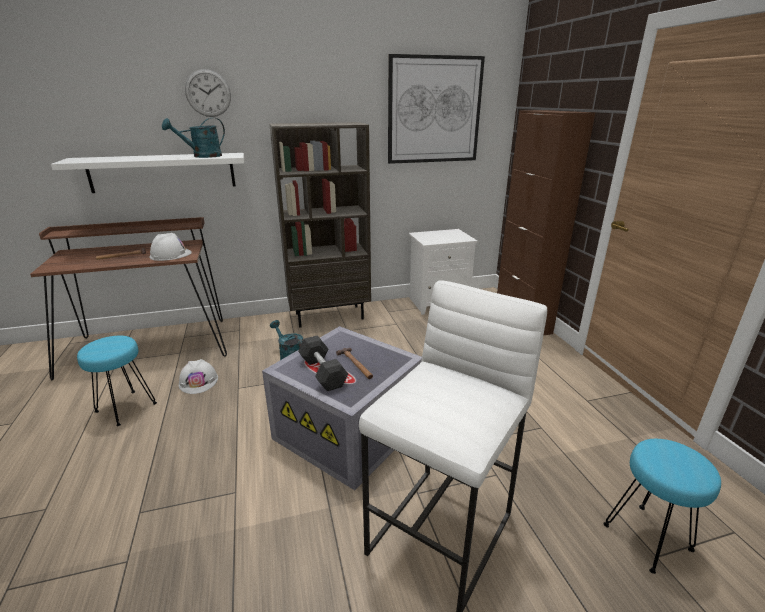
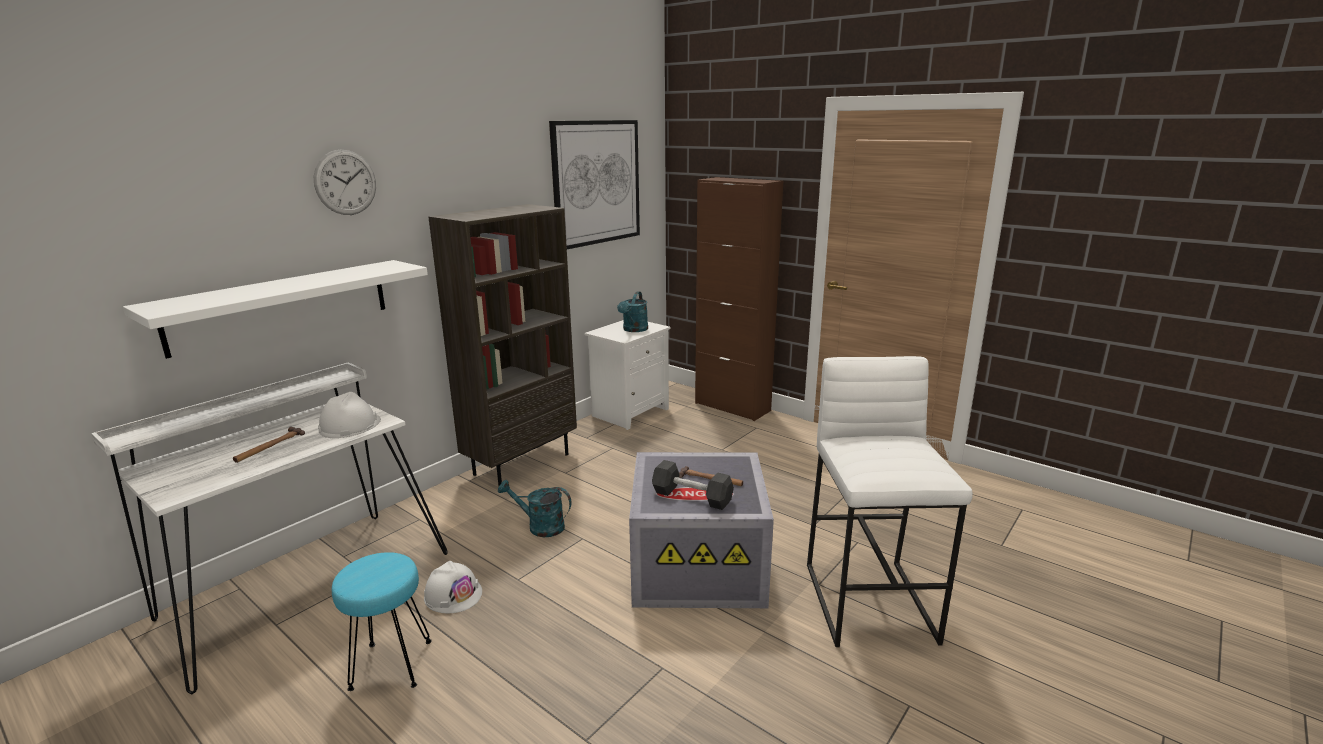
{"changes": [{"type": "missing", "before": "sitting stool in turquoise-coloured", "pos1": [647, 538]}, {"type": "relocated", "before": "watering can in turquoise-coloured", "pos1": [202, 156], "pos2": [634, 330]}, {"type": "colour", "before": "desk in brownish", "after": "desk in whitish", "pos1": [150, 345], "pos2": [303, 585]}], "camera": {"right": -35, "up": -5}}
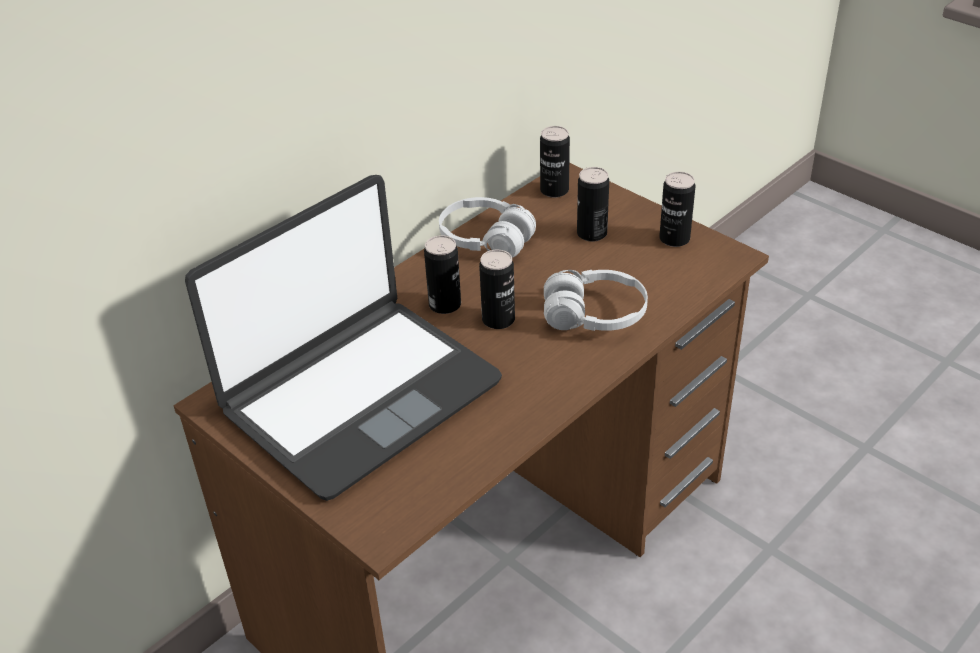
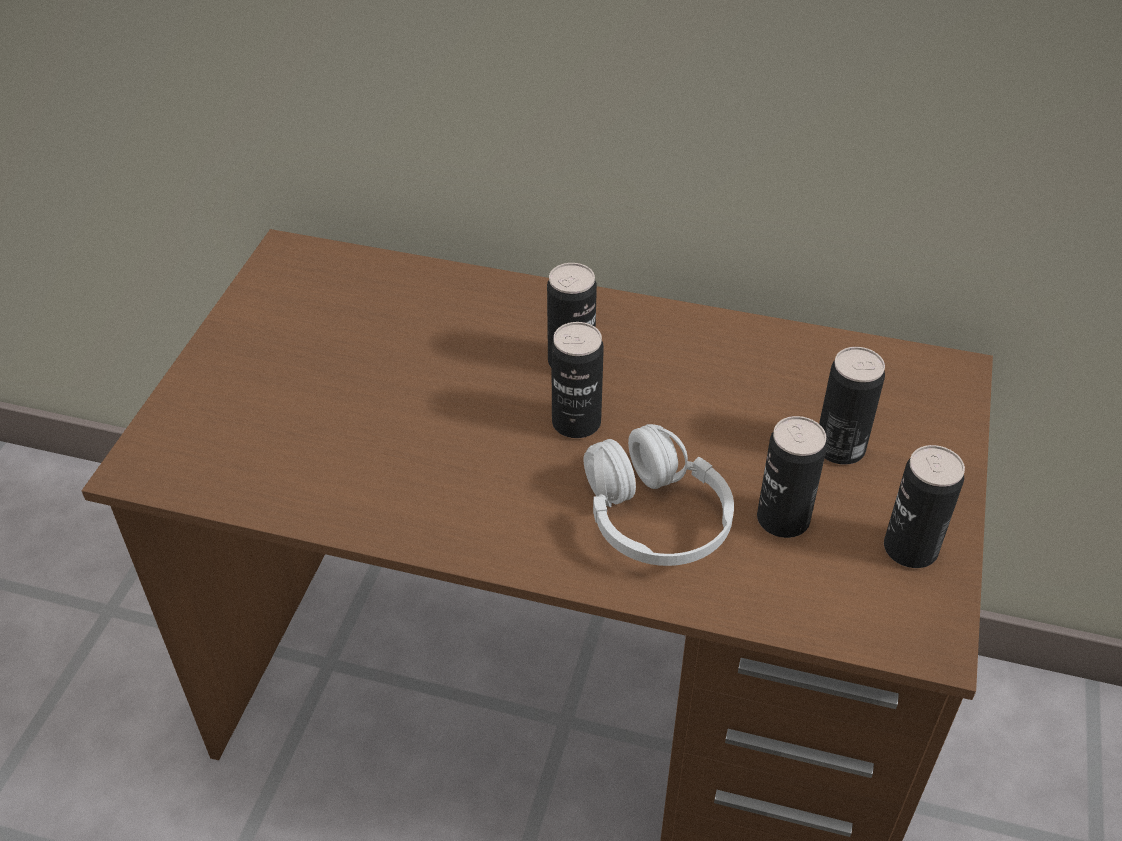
{"changes": [{"type": "missing", "before": "laptop", "pos1": [359, 396]}, {"type": "missing", "before": "headset in whitish", "pos1": [486, 240]}, {"type": "relocated", "before": "can", "pos1": [554, 190], "pos2": [783, 519]}], "camera": {"right": 60, "up": 5}}
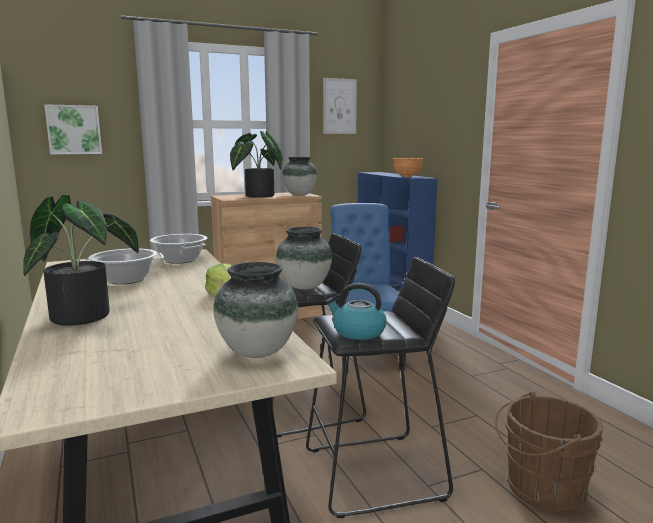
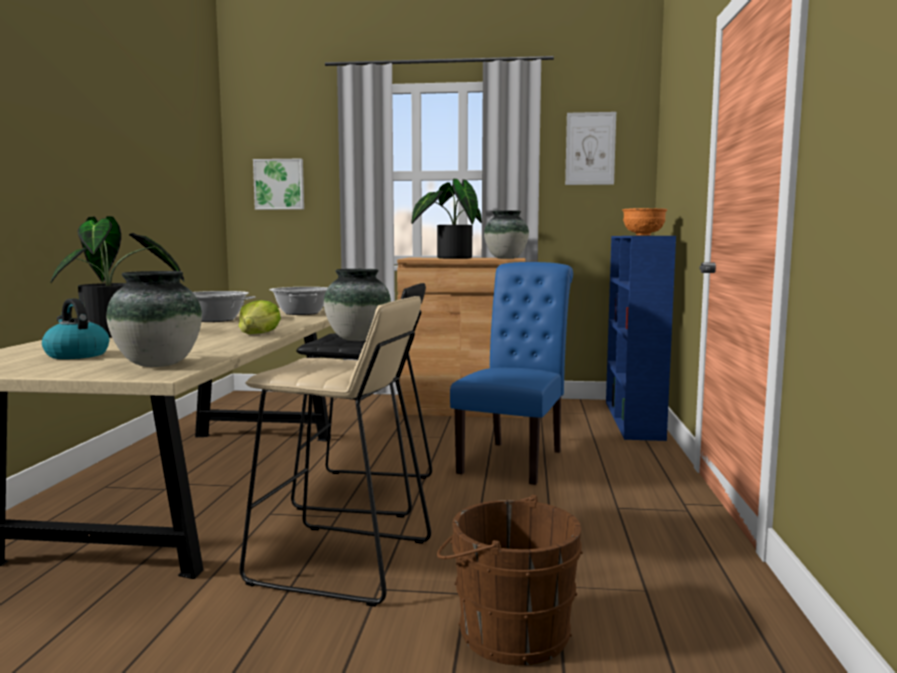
{"changes": [{"type": "relocated", "before": "tea kettle", "pos1": [358, 332], "pos2": [76, 355]}, {"type": "colour", "before": "sitting stool in blackish", "after": "sitting stool in beige-coloured", "pos1": [376, 473], "pos2": [342, 563]}], "camera": {"right": 30, "up": -5}}
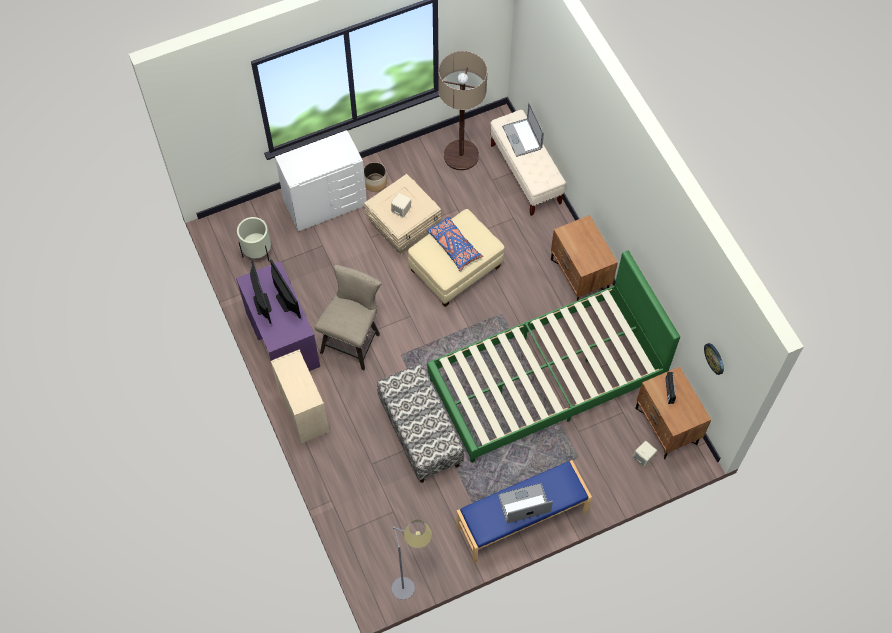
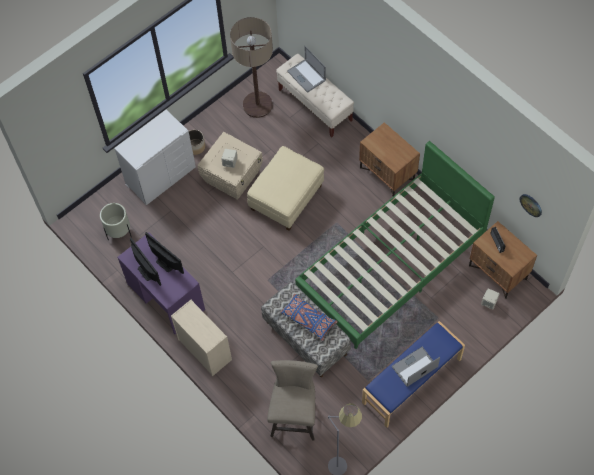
{"changes": [{"type": "relocated", "before": "sitting stool in beige-coloured", "pos1": [353, 340], "pos2": [294, 416]}, {"type": "relocated", "before": "cushion in bluish", "pos1": [454, 246], "pos2": [308, 319]}], "camera": {"right": -15, "up": 0}}
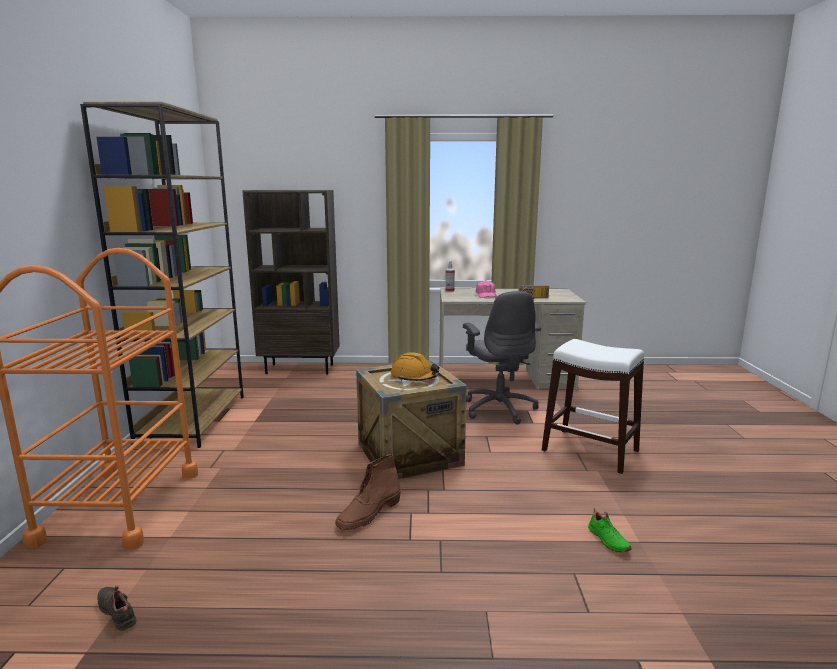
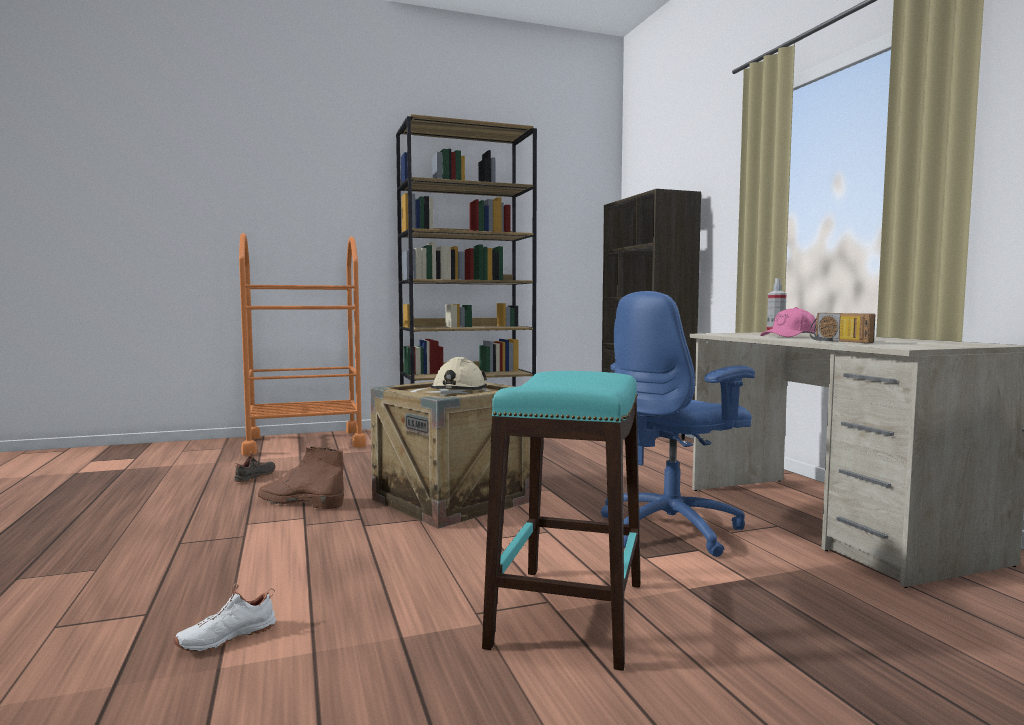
{"changes": [{"type": "relocated", "before": "item of footwear in blackish", "pos1": [118, 612], "pos2": [256, 477]}, {"type": "colour", "before": "safety helmet in orangey", "after": "safety helmet in beige-coloured", "pos1": [414, 377], "pos2": [458, 391]}, {"type": "colour", "before": "computer chair in grey", "after": "computer chair in bluish", "pos1": [499, 408], "pos2": [672, 530]}, {"type": "colour", "before": "sitting stool in whitish", "after": "sitting stool in turquoise-coloured", "pos1": [590, 450], "pos2": [570, 613]}, {"type": "colour", "before": "item of footwear in green", "after": "item of footwear in whitish", "pos1": [607, 540], "pos2": [226, 637]}], "camera": {"right": 70, "up": -10}}
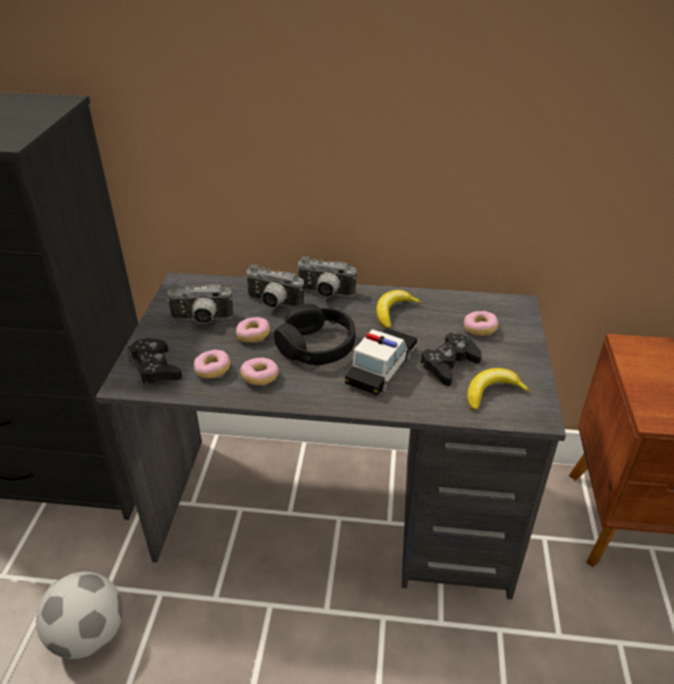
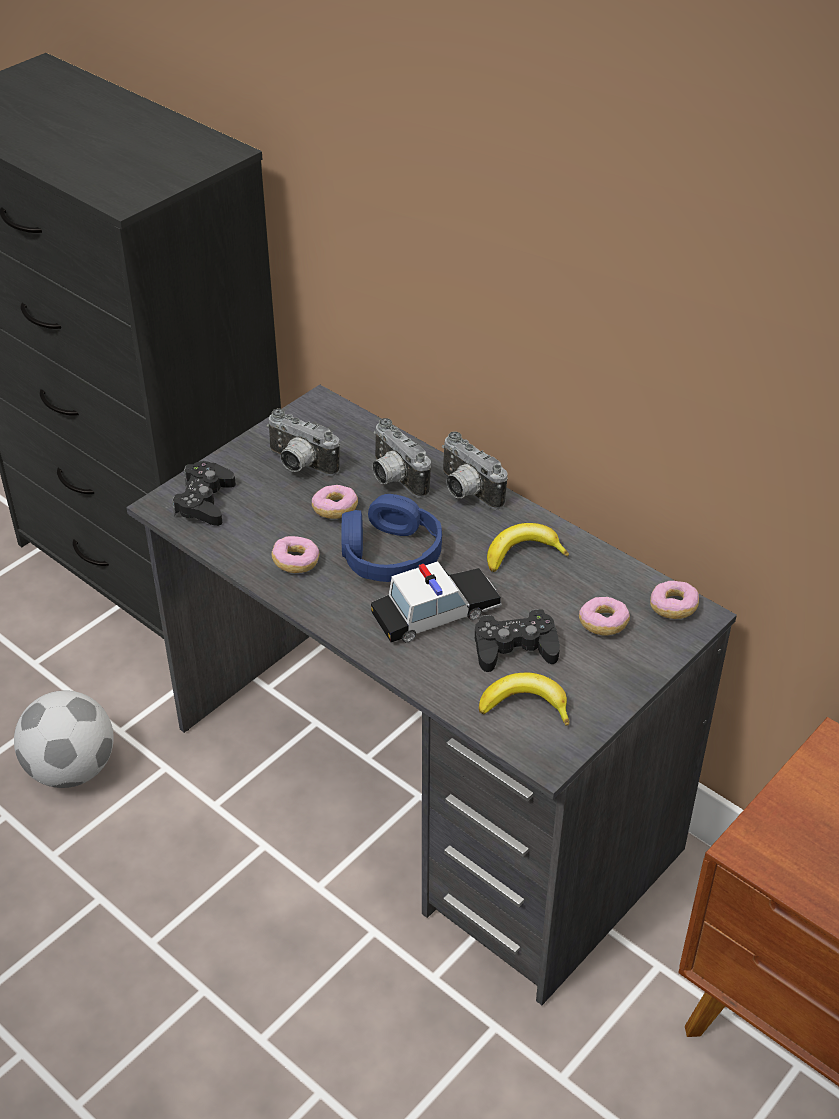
{"changes": [{"type": "relocated", "before": "ring doughnut", "pos1": [213, 370], "pos2": [673, 607]}, {"type": "colour", "before": "headset in blackish", "after": "headset in bluish", "pos1": [316, 346], "pos2": [390, 554]}], "camera": {"right": 35, "up": 5}}
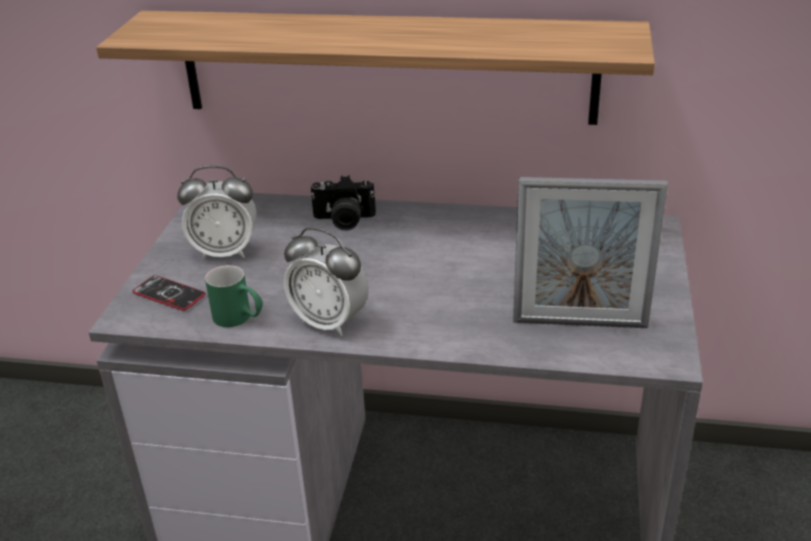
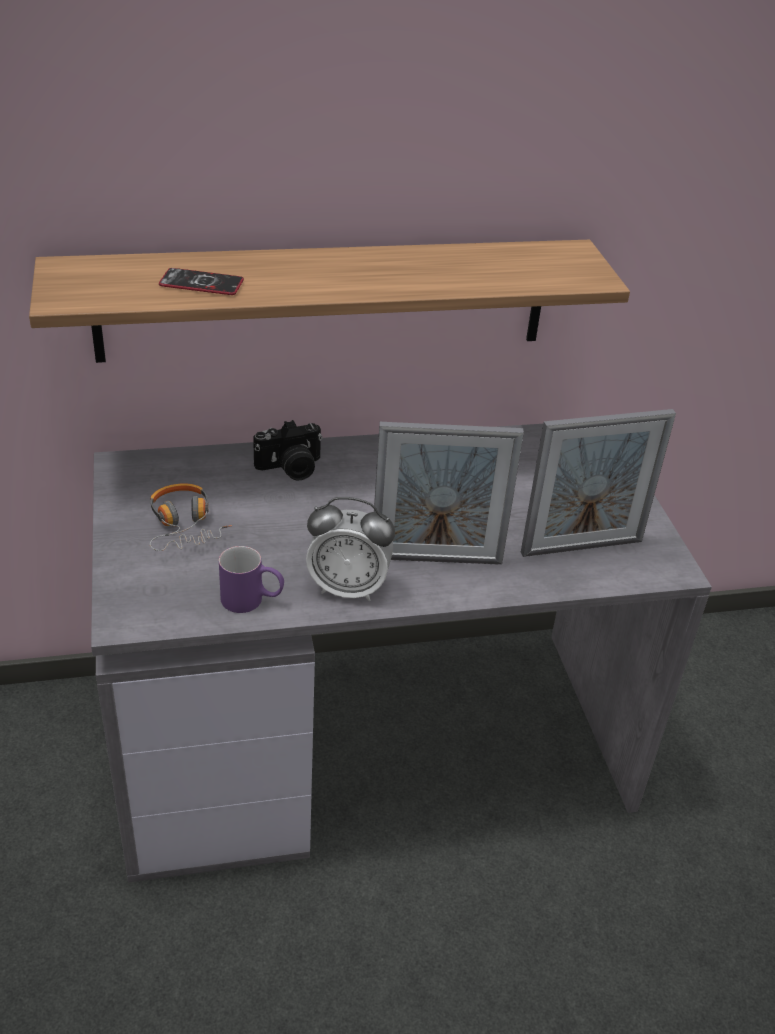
{"changes": [{"type": "appeared", "after": "picture frame", "pos2": [436, 559]}, {"type": "relocated", "before": "telephone", "pos1": [169, 294], "pos2": [201, 283]}, {"type": "exchanged", "before": "alarm clock", "after": "headset", "pos1": [225, 252], "pos2": [184, 525]}, {"type": "colour", "before": "coffee mug in green", "after": "coffee mug in purple", "pos1": [239, 319], "pos2": [252, 601]}], "camera": {"right": -25, "up": 5}}
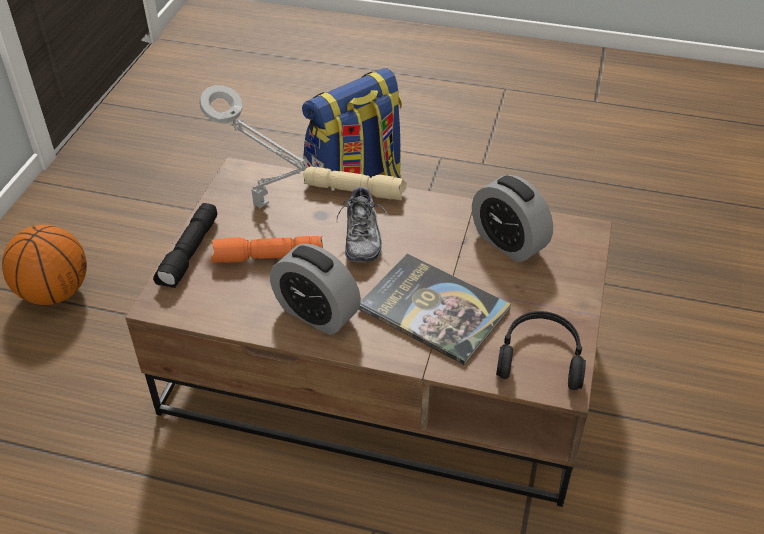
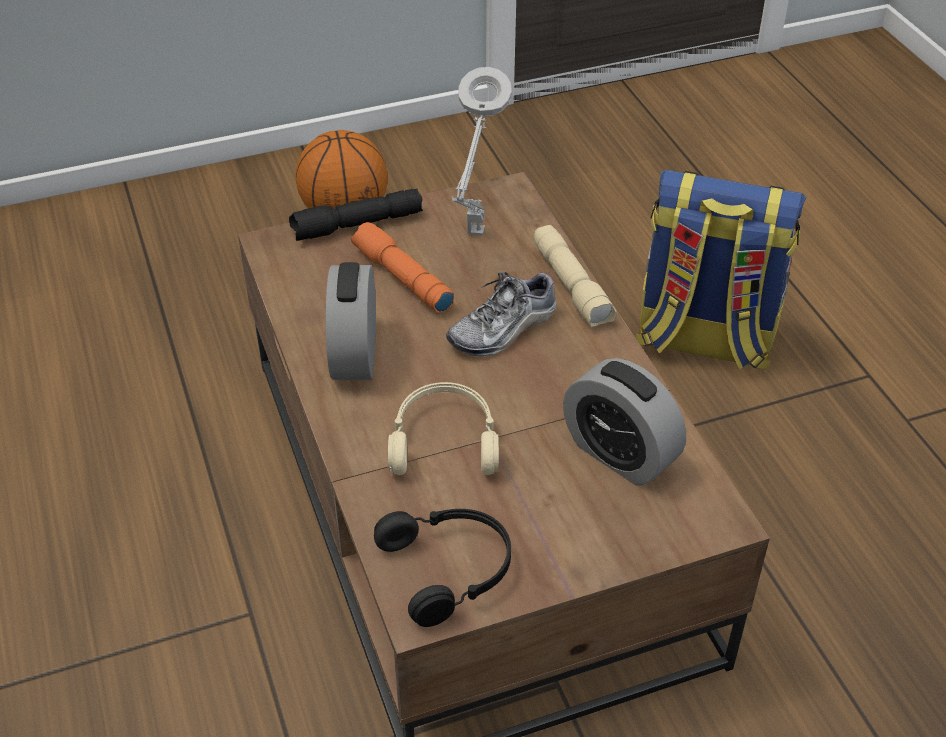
{"changes": [{"type": "exchanged", "before": "book", "after": "headset in beige-coloured", "pos1": [434, 309], "pos2": [444, 441]}, {"type": "spun", "before": "alarm clock", "pos1": [508, 242], "pos2": [619, 454], "turn": -60}], "camera": {"right": 55, "up": 0}}
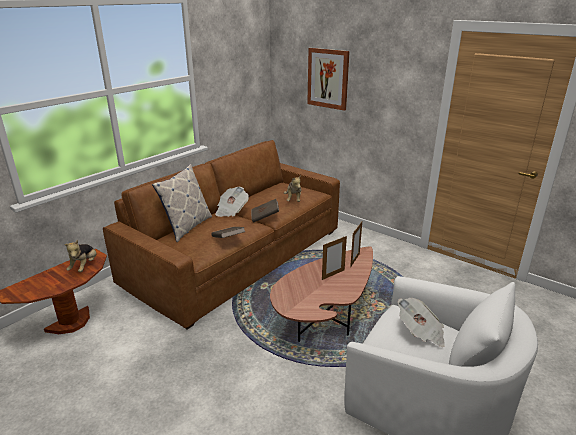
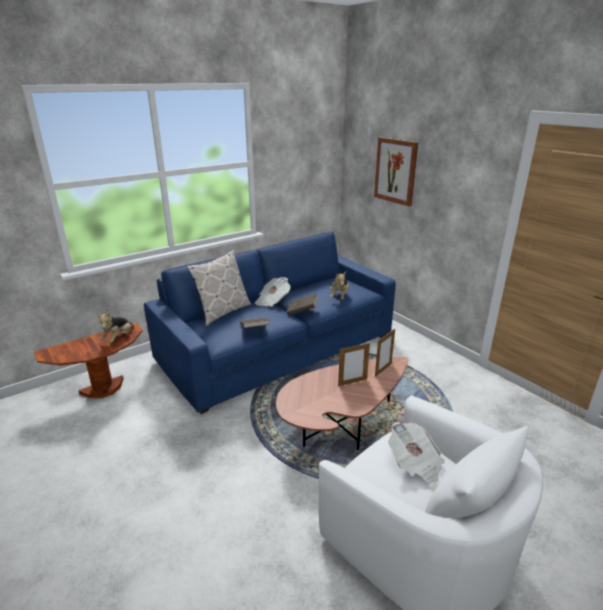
{"changes": [{"type": "colour", "before": "sofa in brownish", "after": "sofa in bluish", "pos1": [237, 257], "pos2": [277, 348]}], "camera": {"right": 15, "up": 0}}
